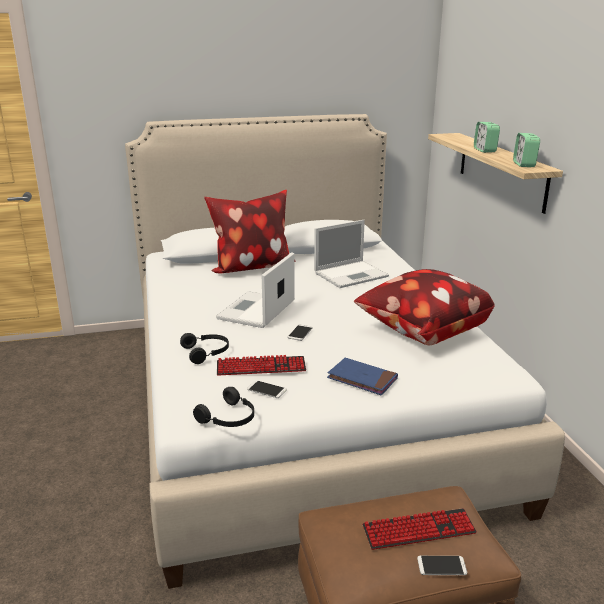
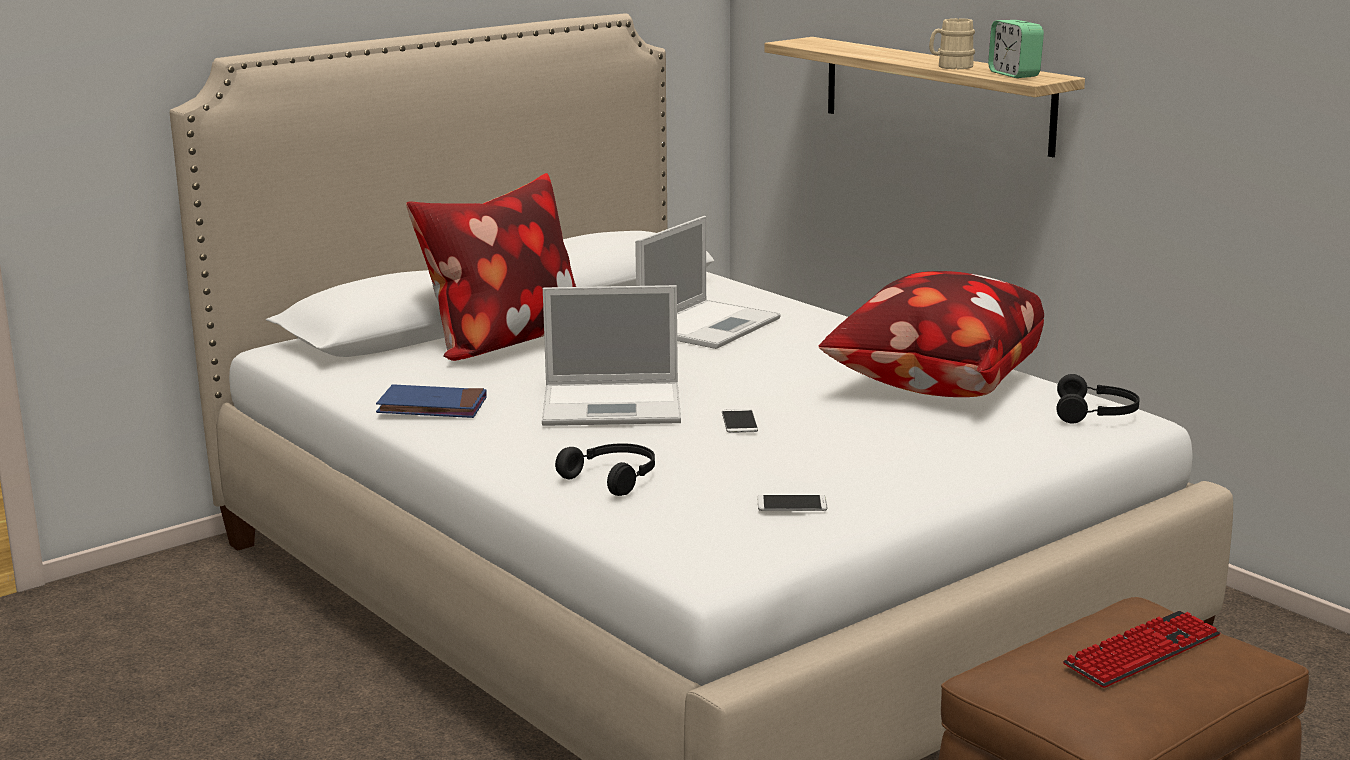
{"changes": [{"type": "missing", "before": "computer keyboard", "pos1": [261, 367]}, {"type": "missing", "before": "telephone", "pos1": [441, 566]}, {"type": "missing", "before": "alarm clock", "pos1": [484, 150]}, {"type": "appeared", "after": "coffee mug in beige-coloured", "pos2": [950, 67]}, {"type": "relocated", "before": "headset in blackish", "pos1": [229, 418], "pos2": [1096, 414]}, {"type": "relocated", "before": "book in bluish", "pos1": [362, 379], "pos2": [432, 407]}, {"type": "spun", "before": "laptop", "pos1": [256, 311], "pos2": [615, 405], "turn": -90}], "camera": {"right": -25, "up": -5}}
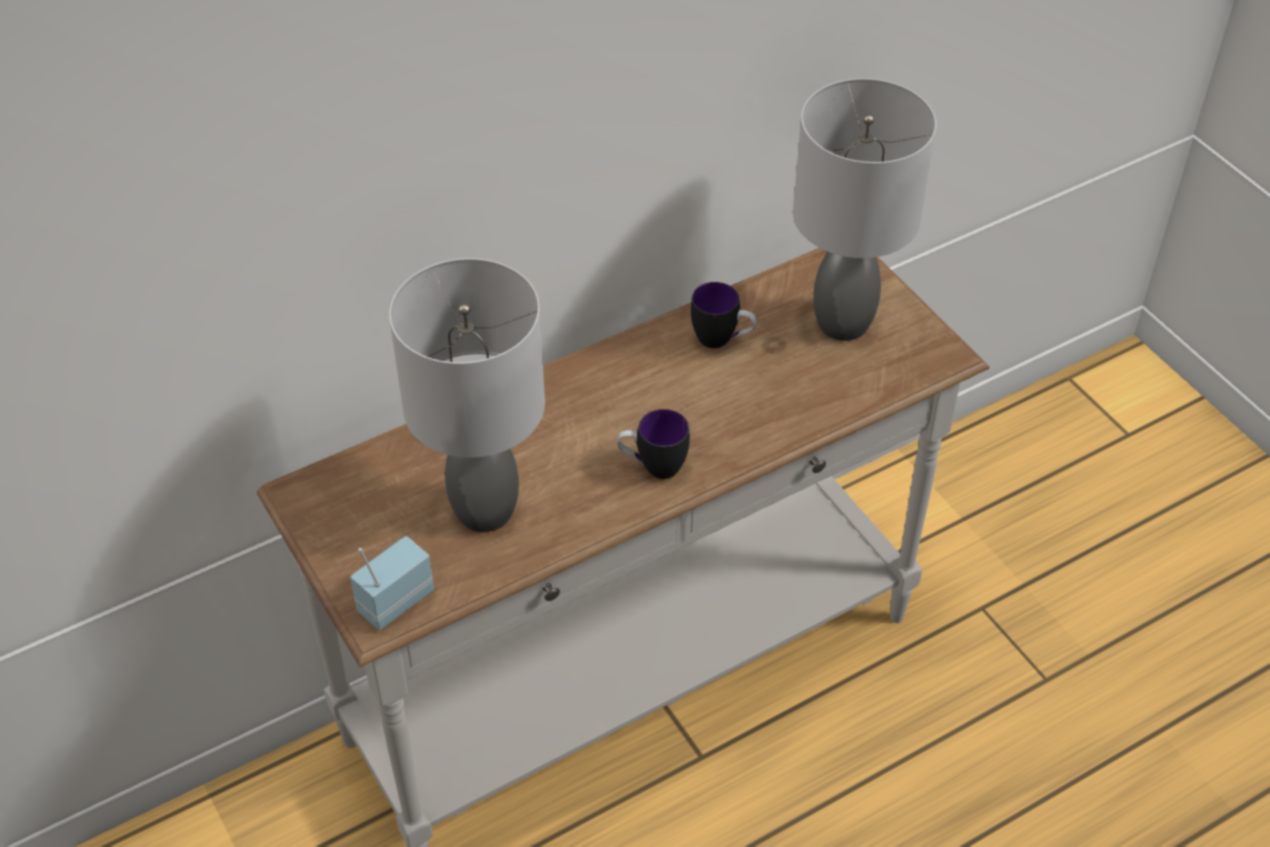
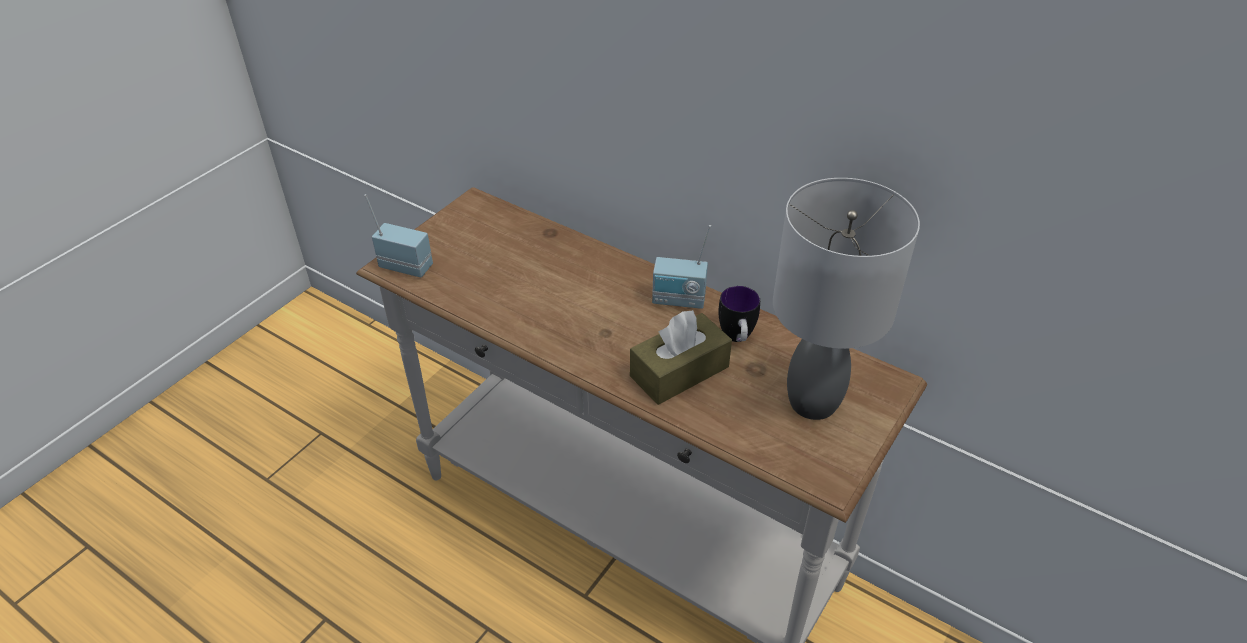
{"changes": [{"type": "missing", "before": "lamp for a table in grey", "pos1": [483, 511]}, {"type": "missing", "before": "coffee mug", "pos1": [652, 467]}, {"type": "appeared", "after": "tissue box in brownish", "pos2": [679, 371]}, {"type": "appeared", "after": "radio receiver", "pos2": [678, 301]}], "camera": {"right": 65, "up": -5}}
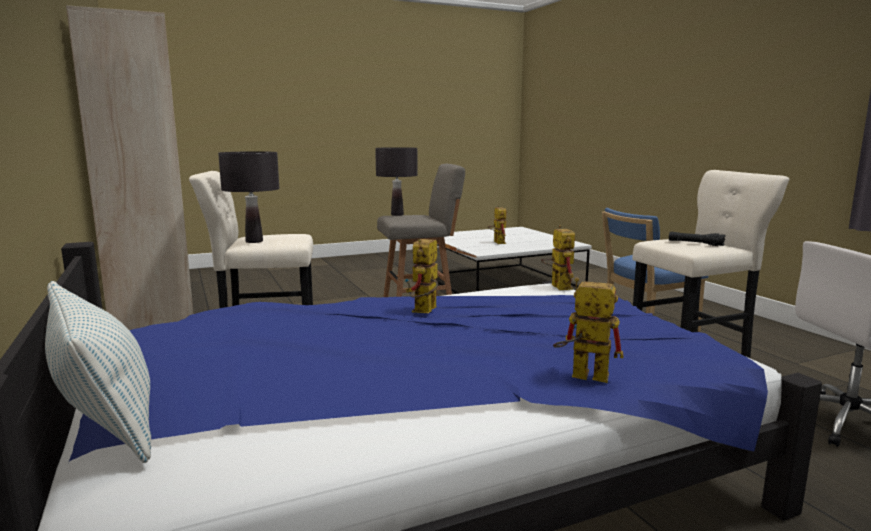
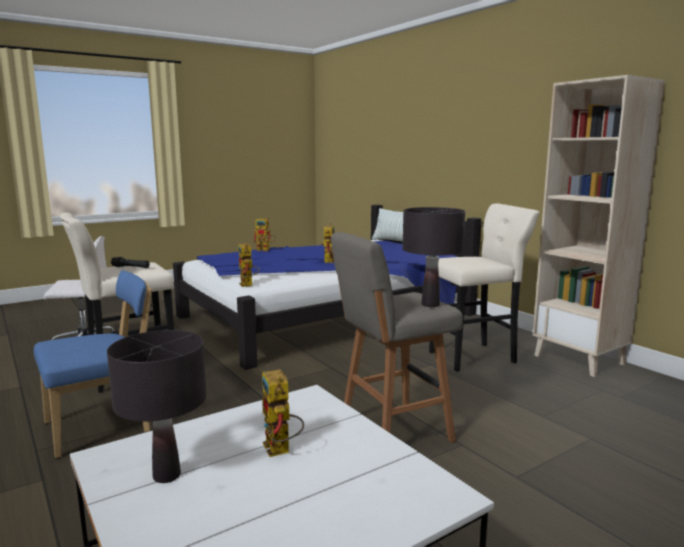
{"changes": [{"type": "relocated", "before": "lamp for a table in blackish", "pos1": [254, 241], "pos2": [166, 476]}], "camera": {"right": 170, "up": 0}}
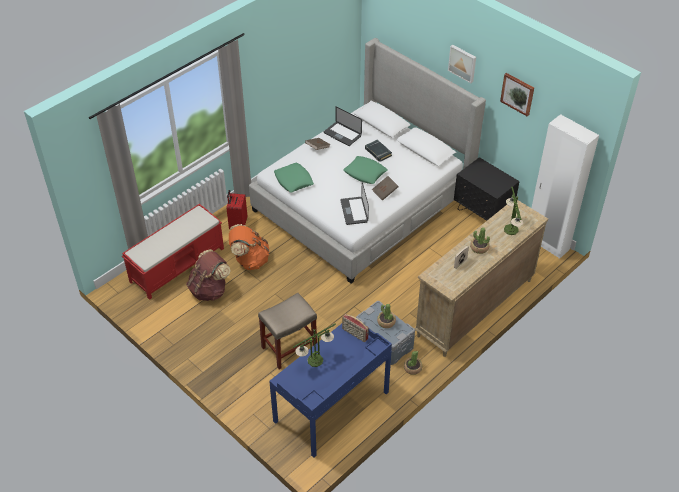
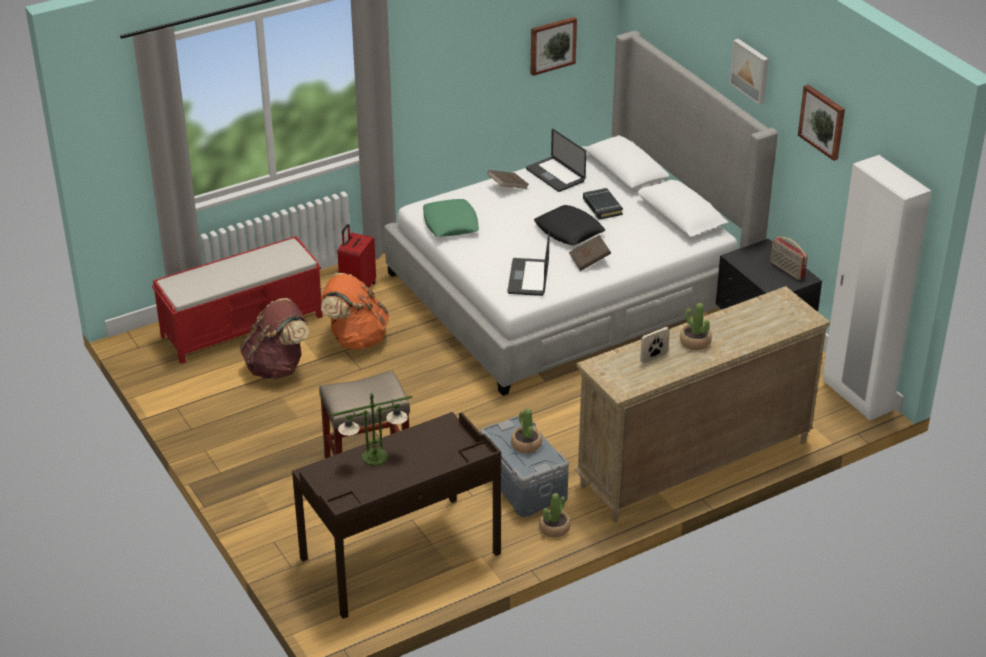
{"changes": [{"type": "missing", "before": "lamp for a table", "pos1": [511, 229]}, {"type": "appeared", "after": "wall art", "pos2": [552, 45]}, {"type": "relocated", "before": "radio receiver", "pos1": [354, 334], "pos2": [786, 270]}, {"type": "colour", "before": "desk in bluish", "after": "desk in brownish", "pos1": [332, 407], "pos2": [401, 557]}, {"type": "colour", "before": "cushion in green", "after": "cushion in blackish", "pos1": [365, 173], "pos2": [569, 231]}], "camera": {"right": 15, "up": -10}}
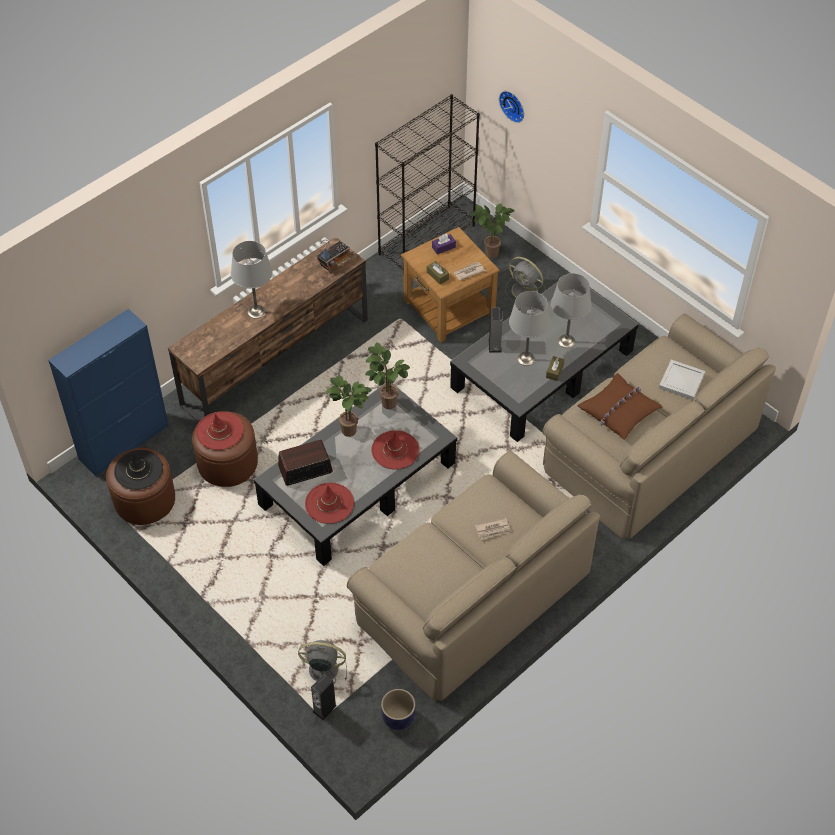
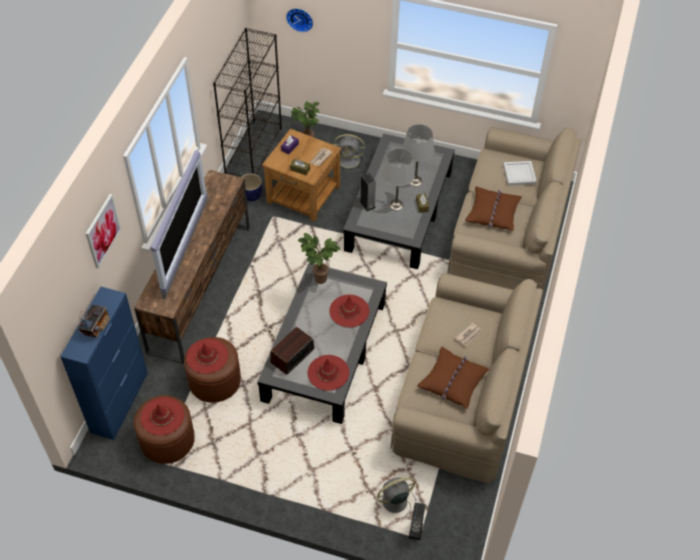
{"changes": [{"type": "missing", "before": "potted plant", "pos1": [352, 431]}, {"type": "appeared", "after": "wall art", "pos2": [102, 231]}, {"type": "appeared", "after": "cushion in brownish", "pos2": [452, 381]}, {"type": "relocated", "before": "radio receiver", "pos1": [335, 263], "pos2": [96, 327]}, {"type": "relocated", "before": "plant pot", "pos1": [398, 718], "pos2": [251, 196]}, {"type": "exchanged", "before": "lamp for a table in grey", "after": "television", "pos1": [256, 311], "pos2": [186, 250]}, {"type": "colour", "before": "wearable hat in blackish", "after": "wearable hat in reddish", "pos1": [138, 470], "pos2": [162, 416]}], "camera": {"right": -30, "up": 0}}
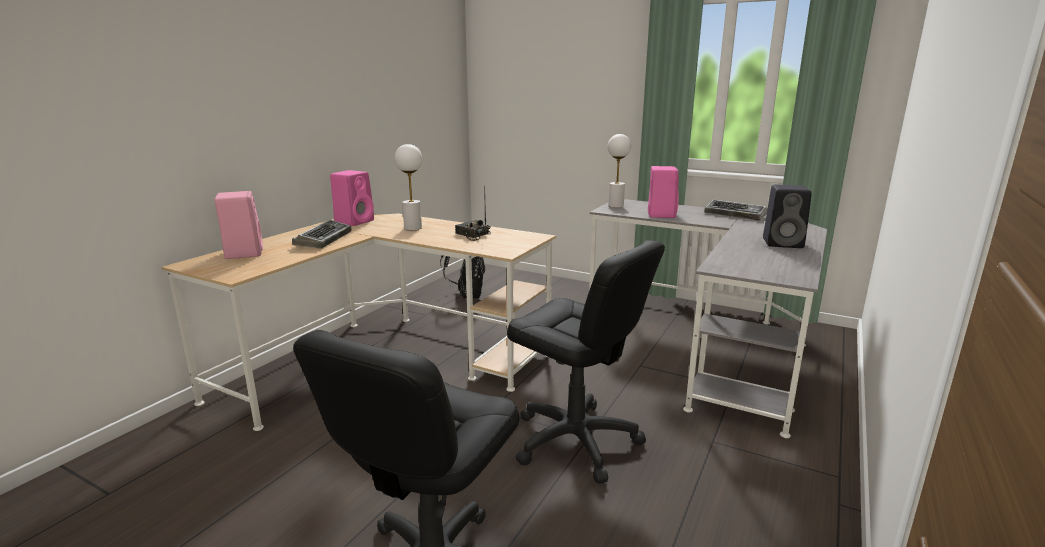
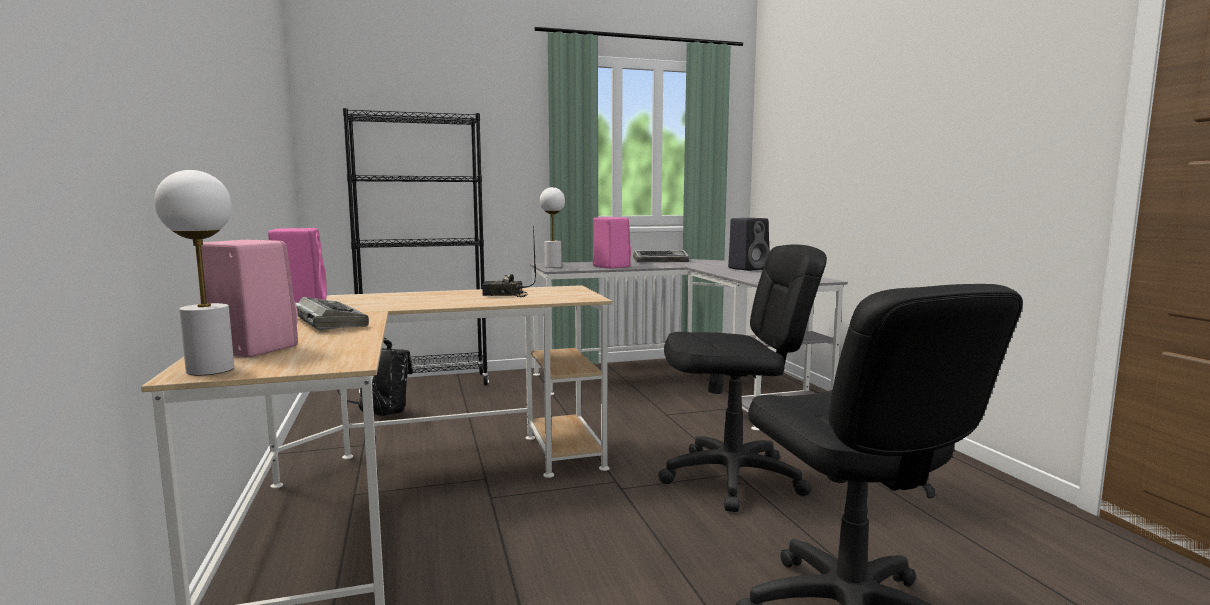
{"changes": [{"type": "appeared", "after": "shelving unit in blackish", "pos2": [425, 384]}, {"type": "relocated", "before": "lamp for a table in whitish", "pos1": [413, 228], "pos2": [210, 369]}], "camera": {"right": -45, "up": -10}}
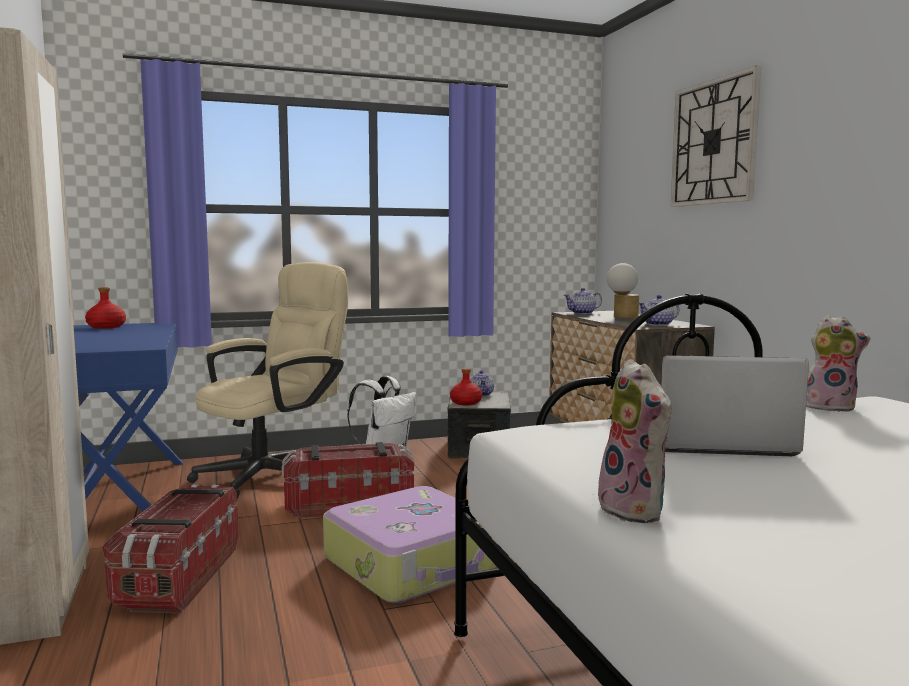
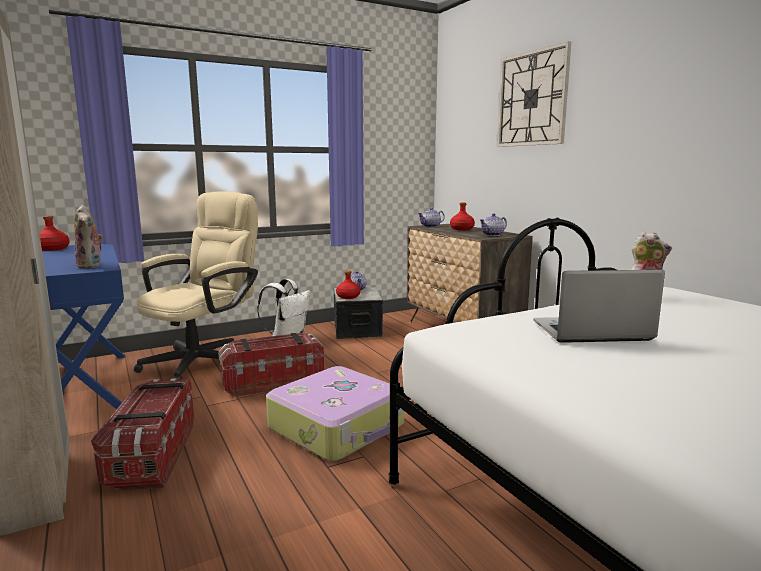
{"changes": [{"type": "relocated", "before": "plush toy", "pos1": [636, 510], "pos2": [91, 266]}, {"type": "exchanged", "before": "lamp for a table", "after": "drink bottle in reddish", "pos1": [622, 317], "pos2": [462, 229]}], "camera": {"right": -10, "up": 5}}
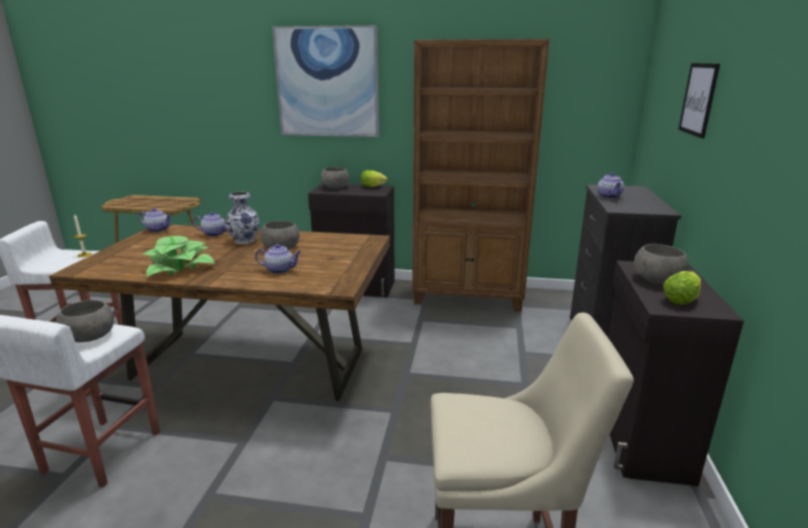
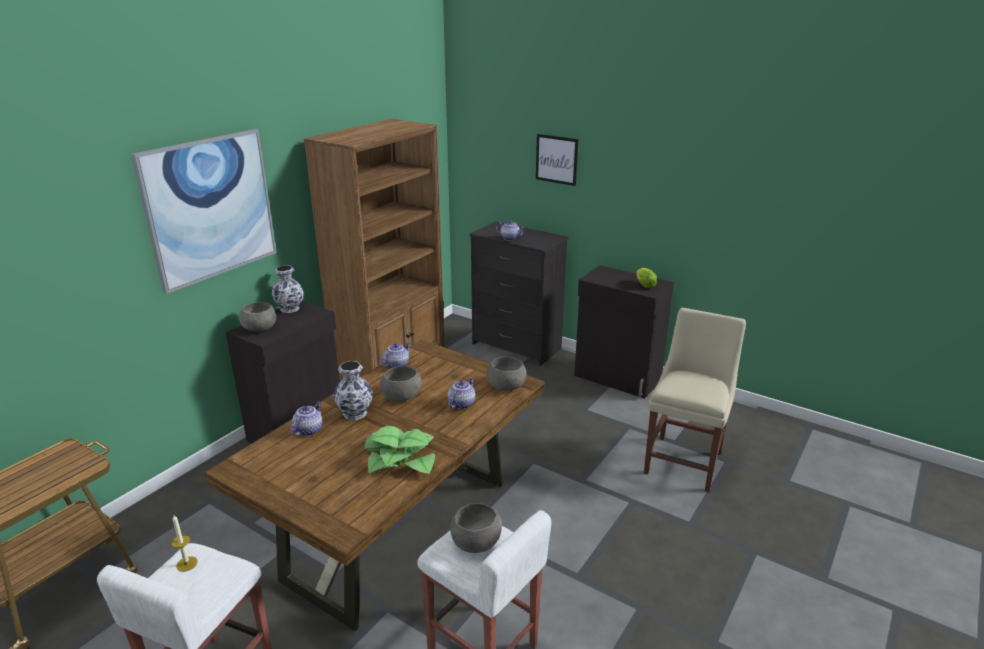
{"changes": [{"type": "relocated", "before": "pot for tea", "pos1": [158, 230], "pos2": [397, 365]}, {"type": "relocated", "before": "serving bowl in grey", "pos1": [658, 279], "pos2": [506, 385]}, {"type": "exchanged", "before": "lettuce head", "after": "flower vase", "pos1": [374, 187], "pos2": [289, 309]}], "camera": {"right": -65, "up": 5}}
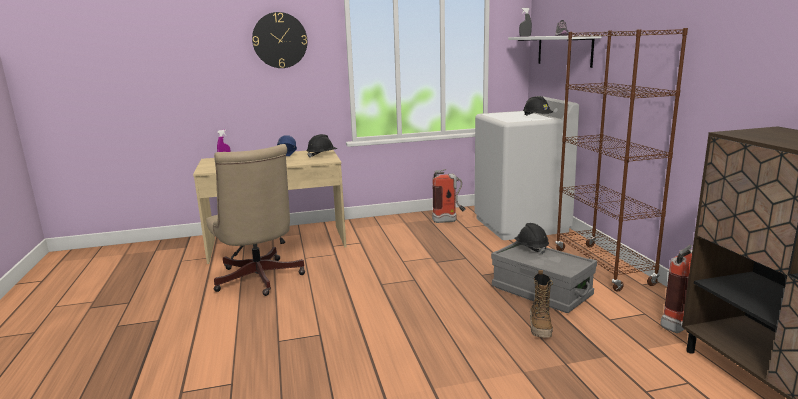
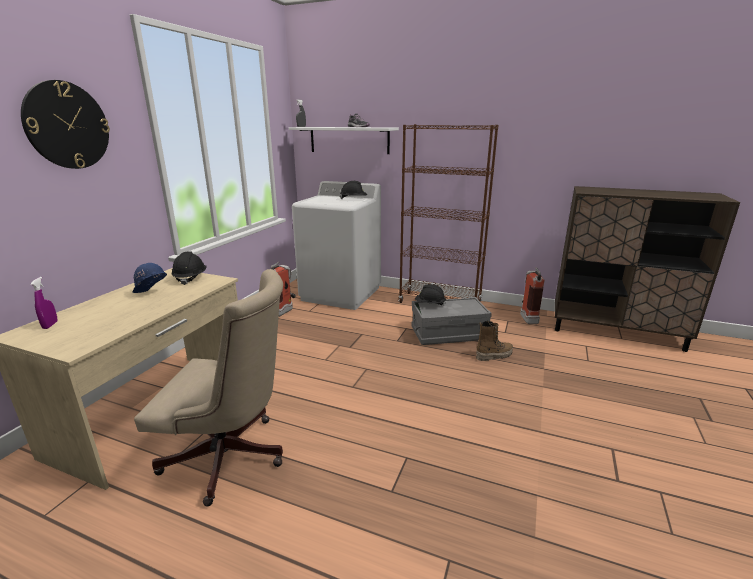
{"changes": [{"type": "spun", "before": "boot", "pos1": [540, 327], "pos2": [493, 355], "turn": -60}], "camera": {"right": -55, "up": 5}}
